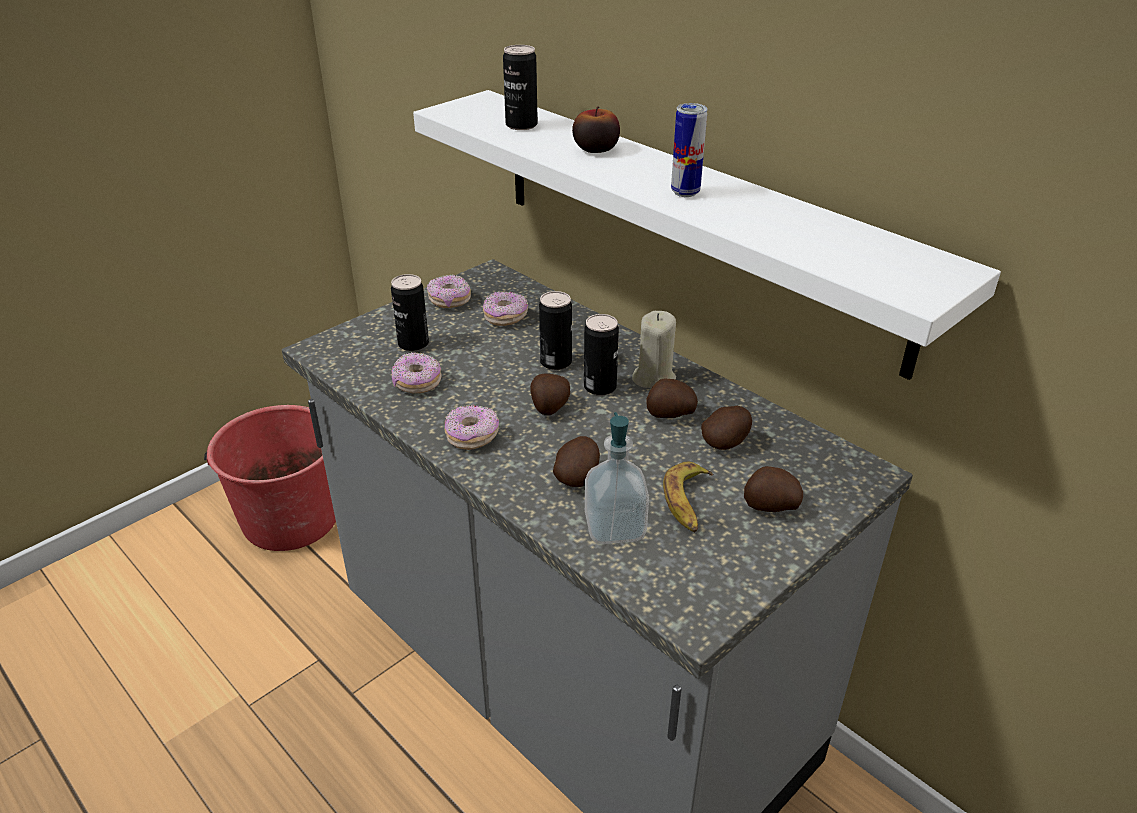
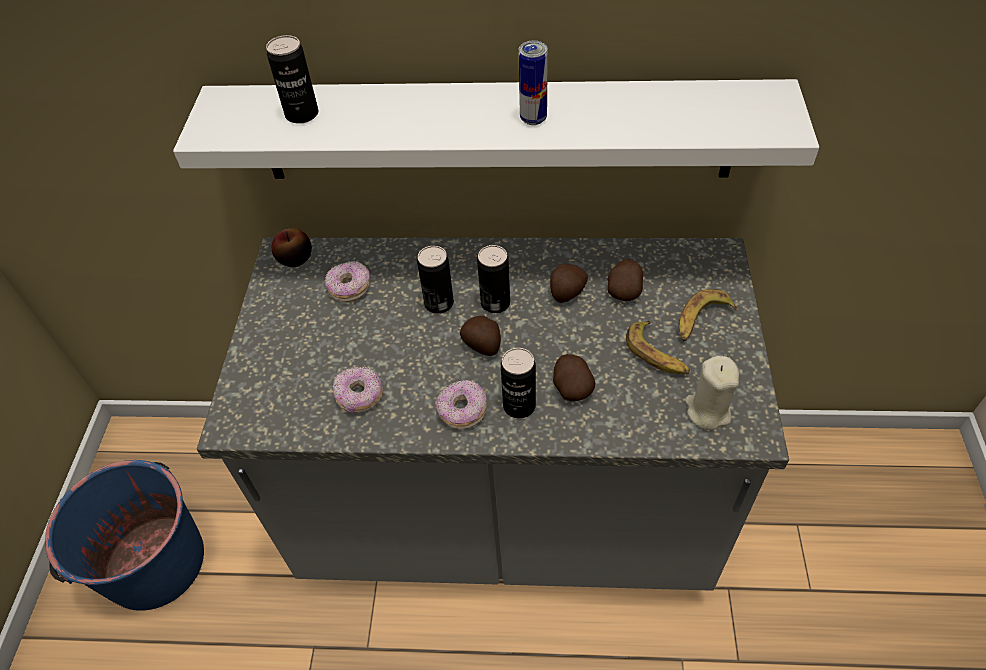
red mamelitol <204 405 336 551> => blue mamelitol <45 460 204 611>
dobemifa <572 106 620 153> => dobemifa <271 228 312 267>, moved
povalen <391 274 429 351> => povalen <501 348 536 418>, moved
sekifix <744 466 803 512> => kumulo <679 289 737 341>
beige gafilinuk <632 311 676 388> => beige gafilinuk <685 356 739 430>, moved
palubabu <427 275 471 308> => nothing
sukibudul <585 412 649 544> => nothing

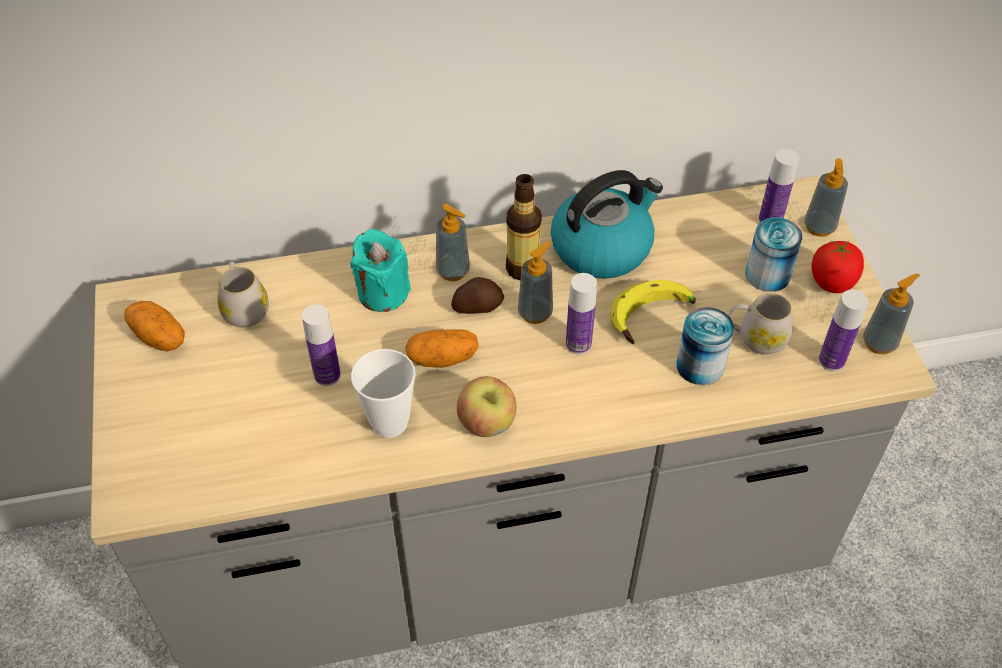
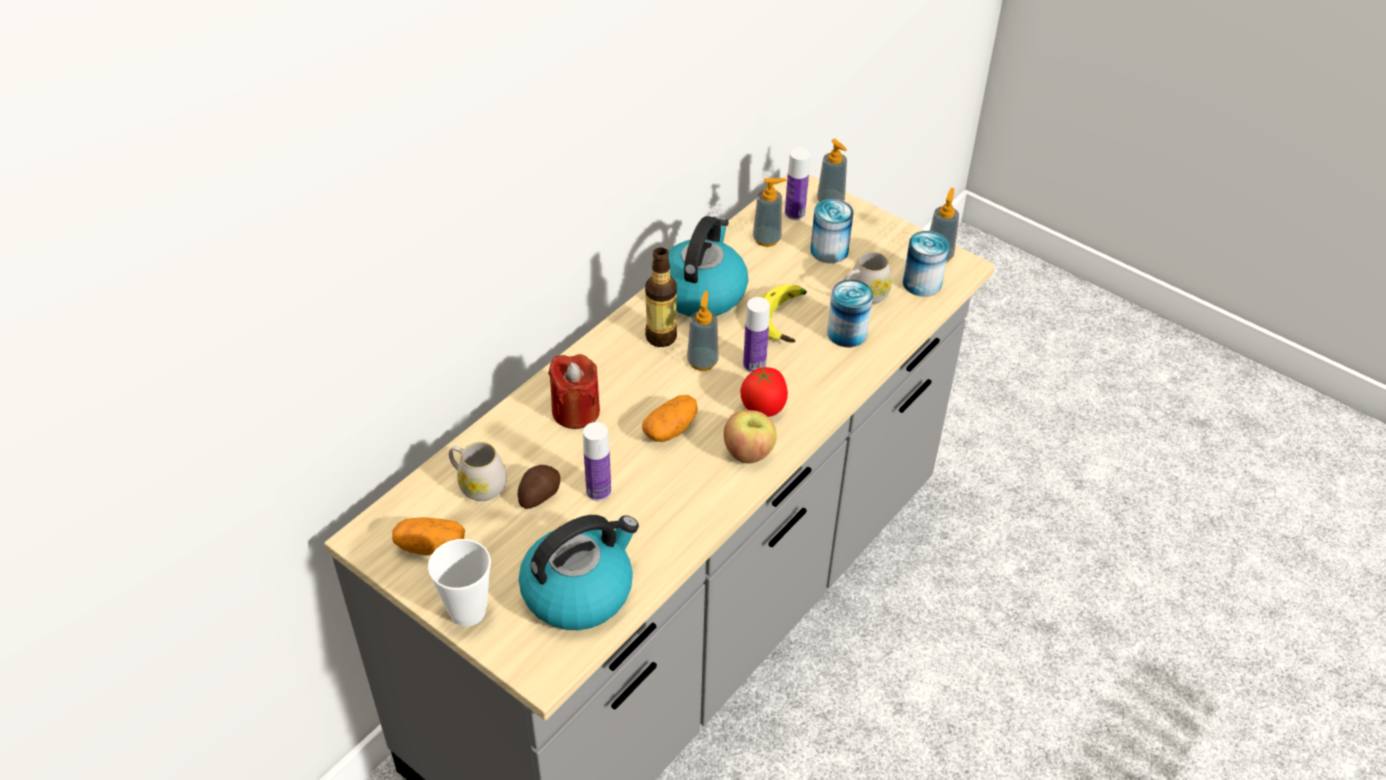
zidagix <351 349 416 438> => zidagix <428 539 491 627>, moved
sekifix <451 277 505 314> => sekifix <518 465 561 509>, moved
nothing => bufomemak <519 515 639 630>
turquoise gafilinuk <350 229 411 312> => red gafilinuk <548 354 600 429>
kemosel <811 240 864 293> => kemosel <740 367 788 417>, moved
sukibudul <436 204 470 281> => sukibudul <753 178 786 247>, moved
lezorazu <818 289 868 371> => povalen <903 231 949 297>

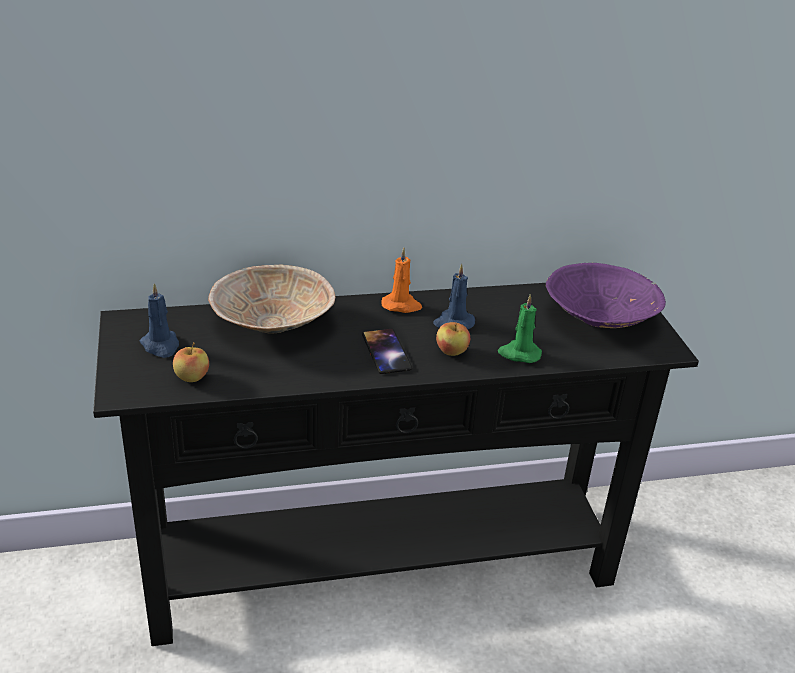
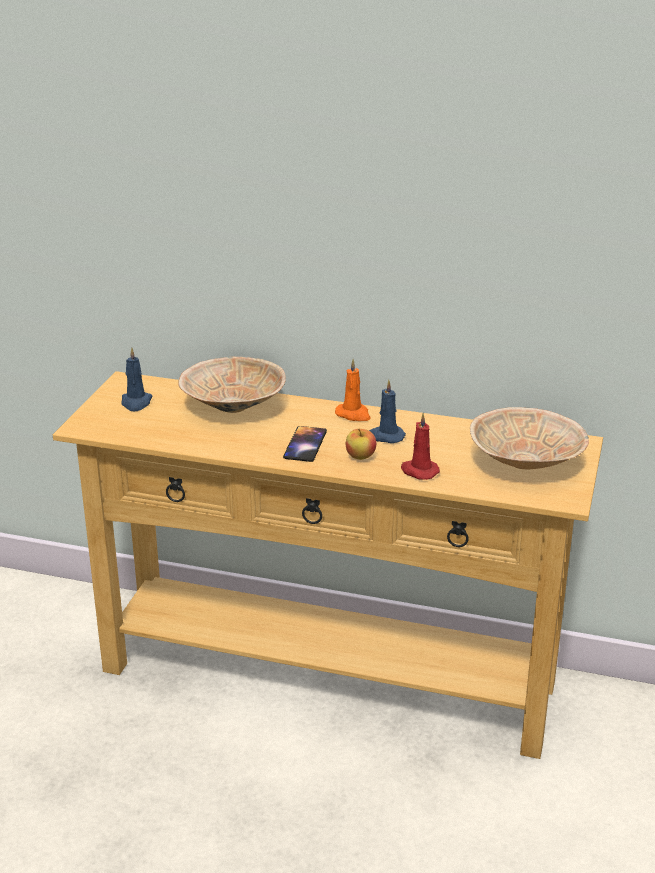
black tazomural <93 283 699 646> => beige tazomural <53 371 603 759>
green gafilinuk <498 294 542 363> => red gafilinuk <401 413 440 480>
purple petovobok <546 263 666 328> => beige petovobok <470 407 589 469>
dobemifa <173 342 209 382> => nothing

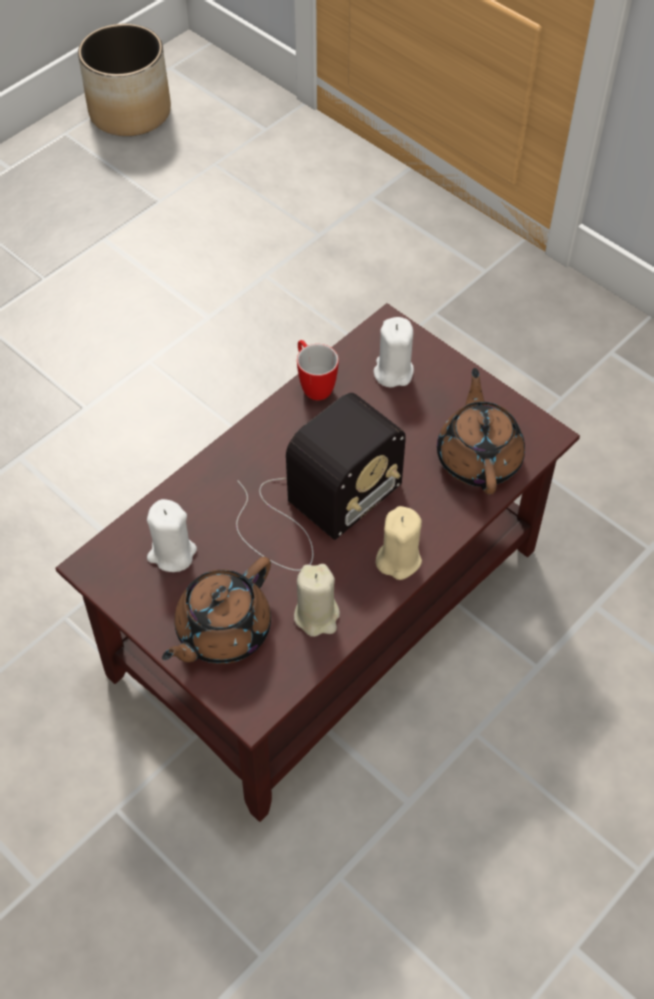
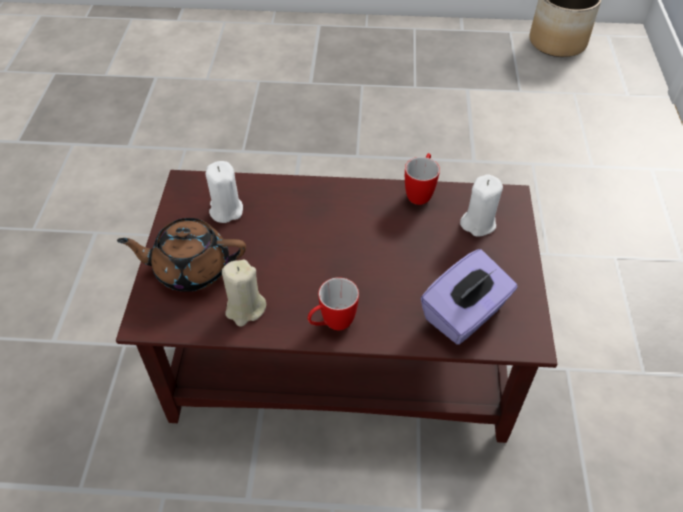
beige gafilinuk <376 506 422 580> => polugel <308 277 359 330>
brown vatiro <437 368 525 495> => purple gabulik <421 249 518 345>
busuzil <236 393 406 571> => nothing

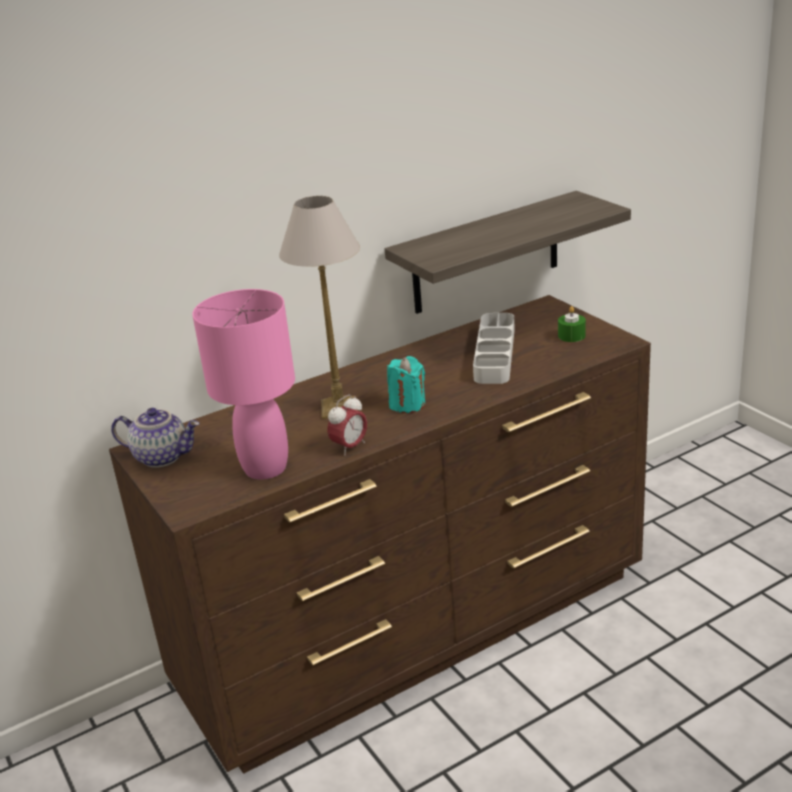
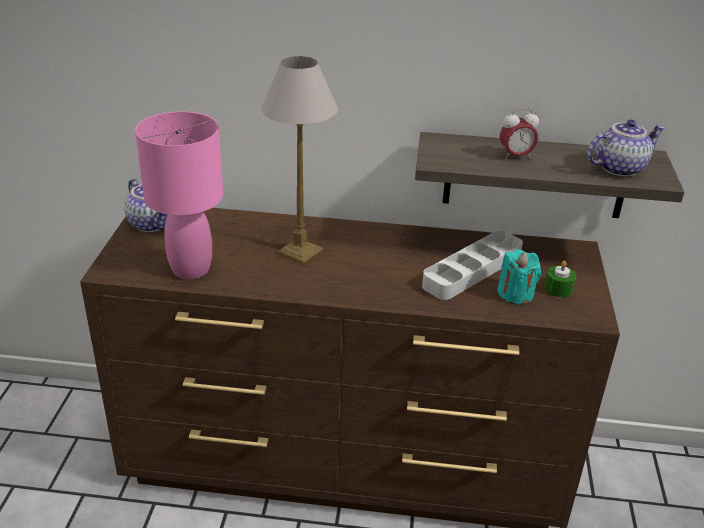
turquoise gafilinuk <387 356 425 413> => turquoise gafilinuk <497 249 541 305>, moved
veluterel <327 395 367 456> => veluterel <500 108 539 160>, moved
nothing => vatiro <587 120 665 177>

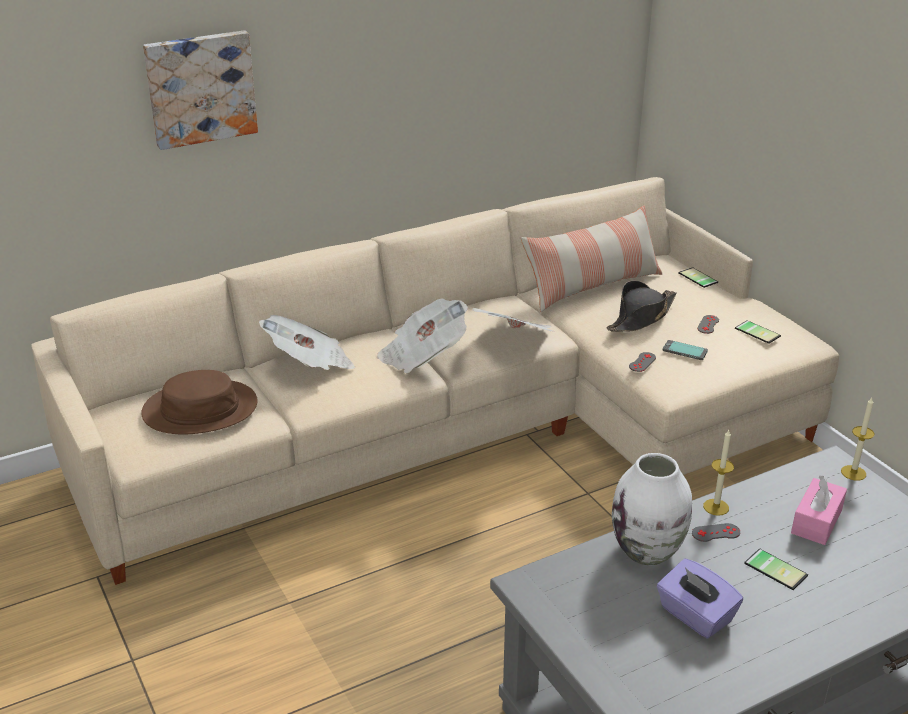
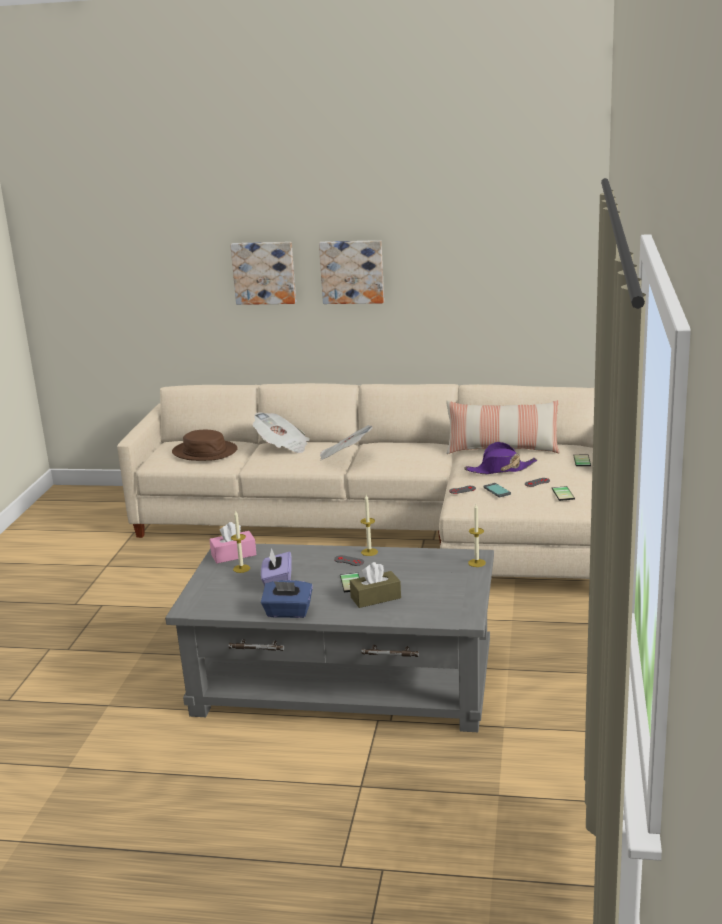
pink gabulik <791 475 847 545> => pink gabulik <210 522 256 564>, moved
nothing => gafilinuk <231 510 250 573>
nothing => blue gabulik <261 580 313 618>
nothing => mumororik <319 240 384 304>
nothing => brown gabulik <350 562 401 608>
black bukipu <607 280 676 332> => purple bukipu <464 442 538 474>
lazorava <472 308 555 332> => nothing
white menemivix <612 453 692 565> => nothing

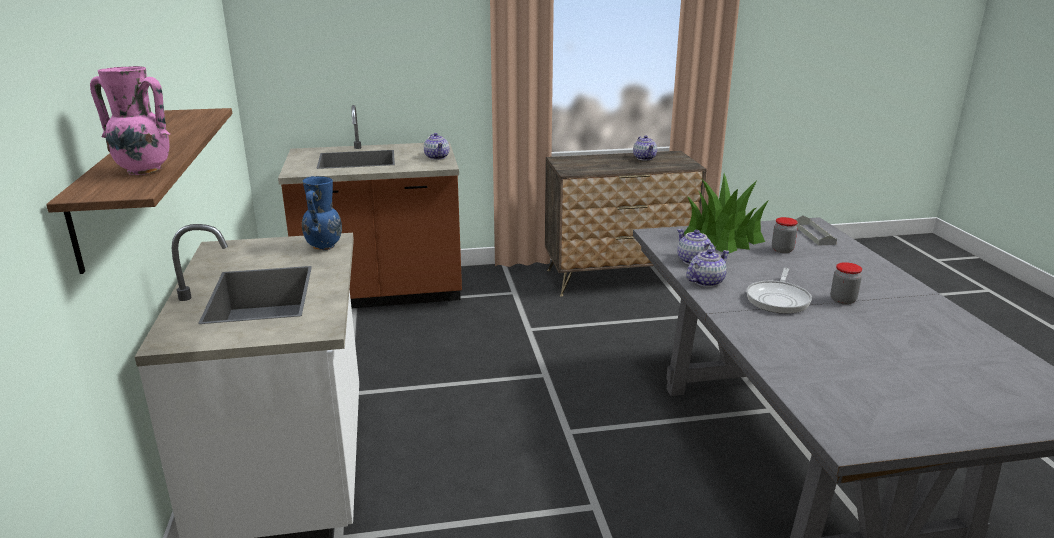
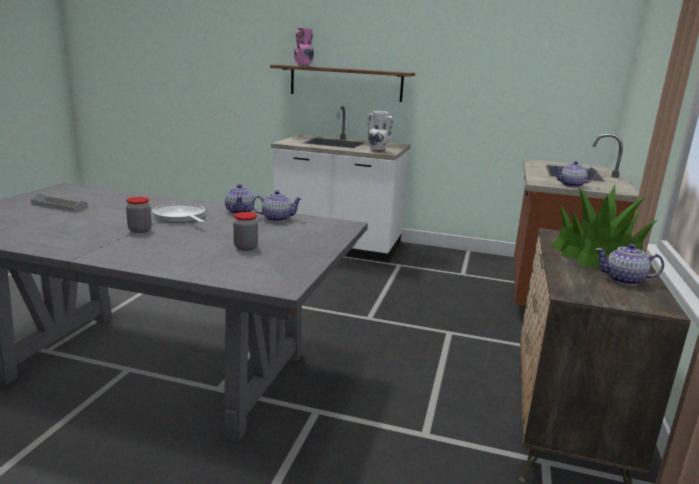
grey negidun <795 216 837 246> => grey negidun <31 193 88 212>, moved
blue menemivix <302 176 342 250> => white menemivix <367 111 393 152>
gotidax <684 174 769 254> => gotidax <551 185 657 268>, moved

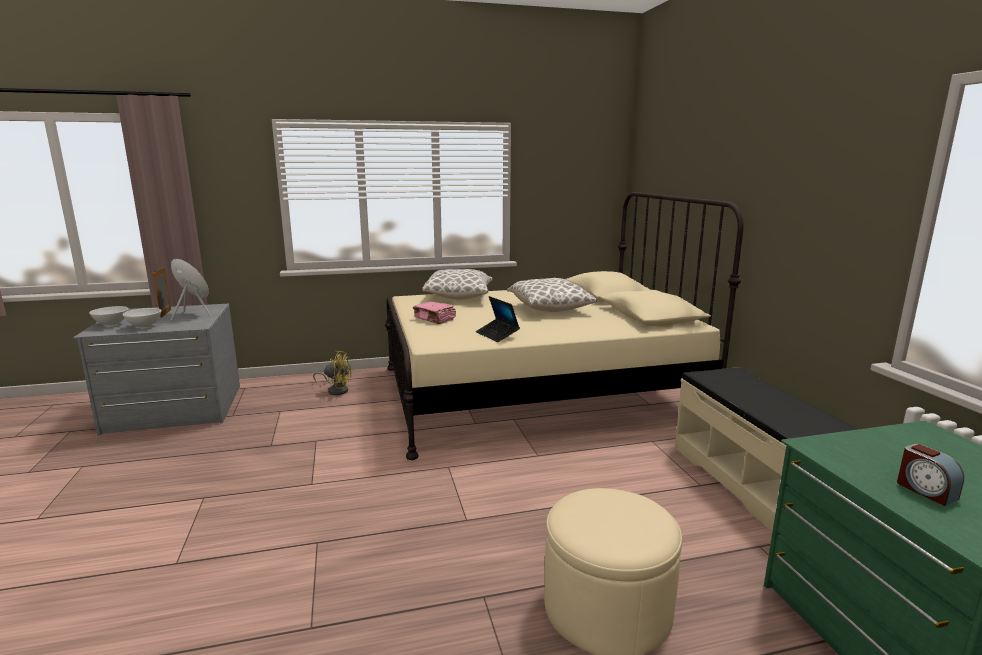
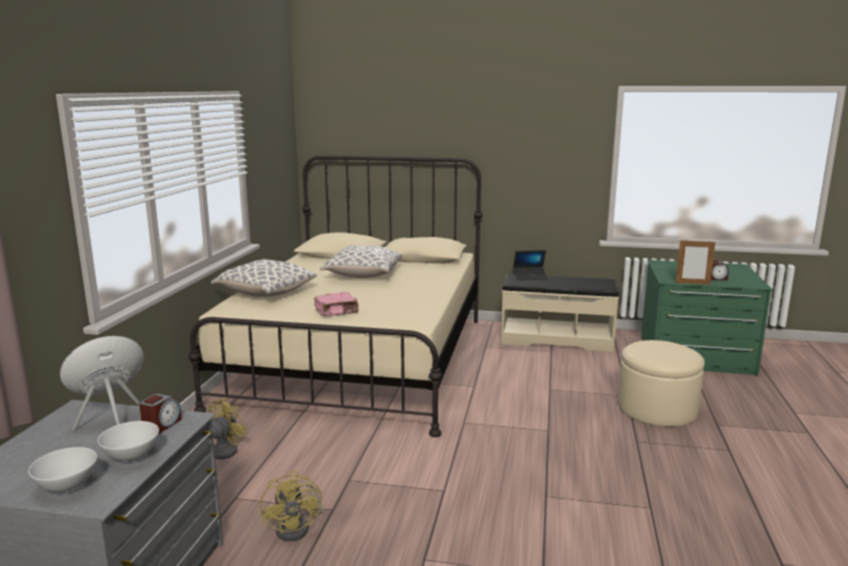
nothing => veluterel <139 394 182 434>
nothing => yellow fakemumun <260 470 324 541>
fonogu <476 296 520 342> => fonogu <513 250 548 280>, moved
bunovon <153 267 171 318> => bunovon <676 240 715 285>, moved

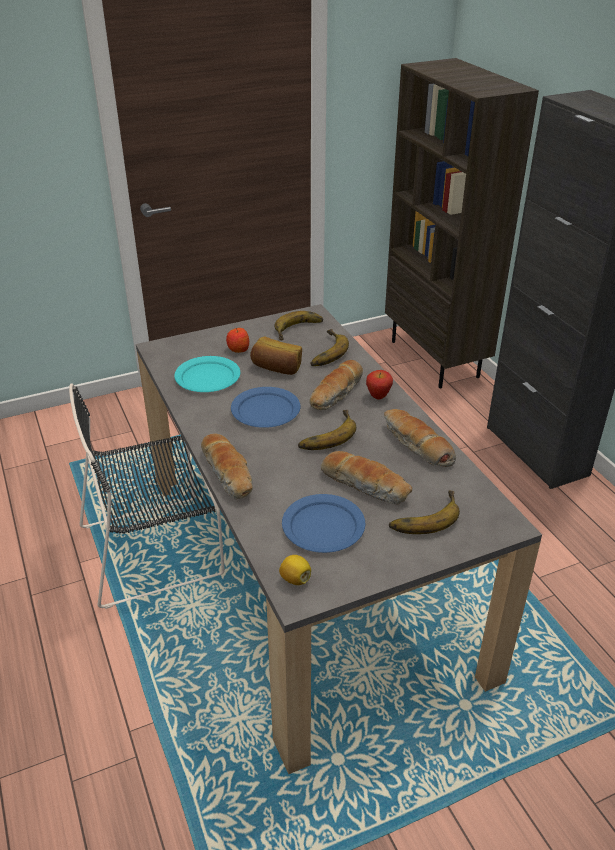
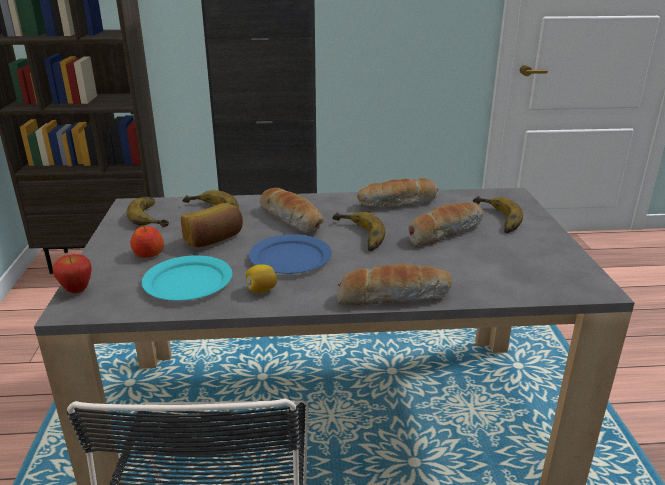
dobemifa <366 370 393 400> => dobemifa <52 254 92 293>, moved
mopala <279 555 311 585> => mopala <246 264 277 293>, moved
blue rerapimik <282 494 365 553> => nothing

